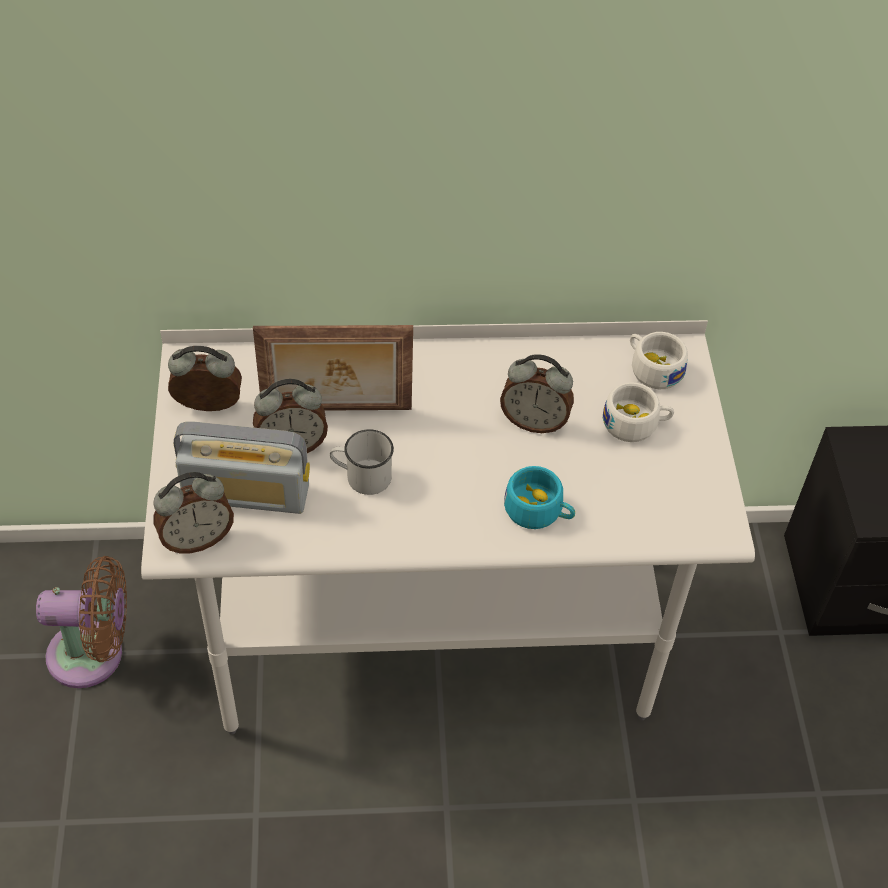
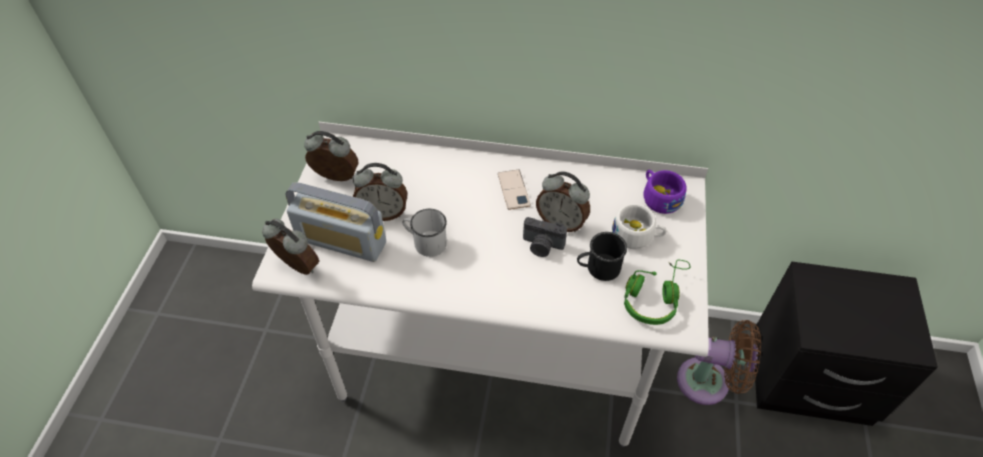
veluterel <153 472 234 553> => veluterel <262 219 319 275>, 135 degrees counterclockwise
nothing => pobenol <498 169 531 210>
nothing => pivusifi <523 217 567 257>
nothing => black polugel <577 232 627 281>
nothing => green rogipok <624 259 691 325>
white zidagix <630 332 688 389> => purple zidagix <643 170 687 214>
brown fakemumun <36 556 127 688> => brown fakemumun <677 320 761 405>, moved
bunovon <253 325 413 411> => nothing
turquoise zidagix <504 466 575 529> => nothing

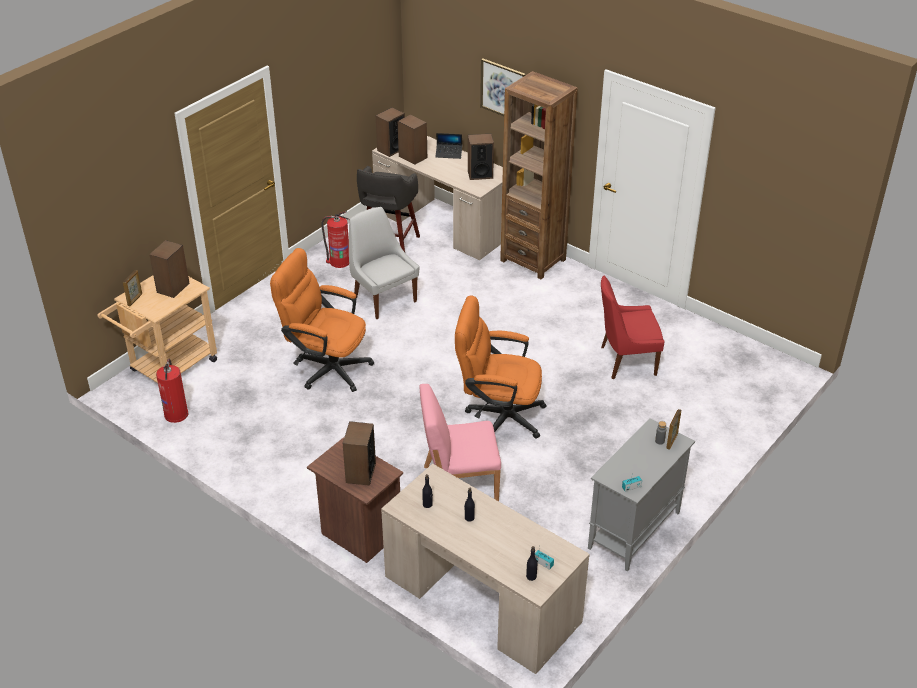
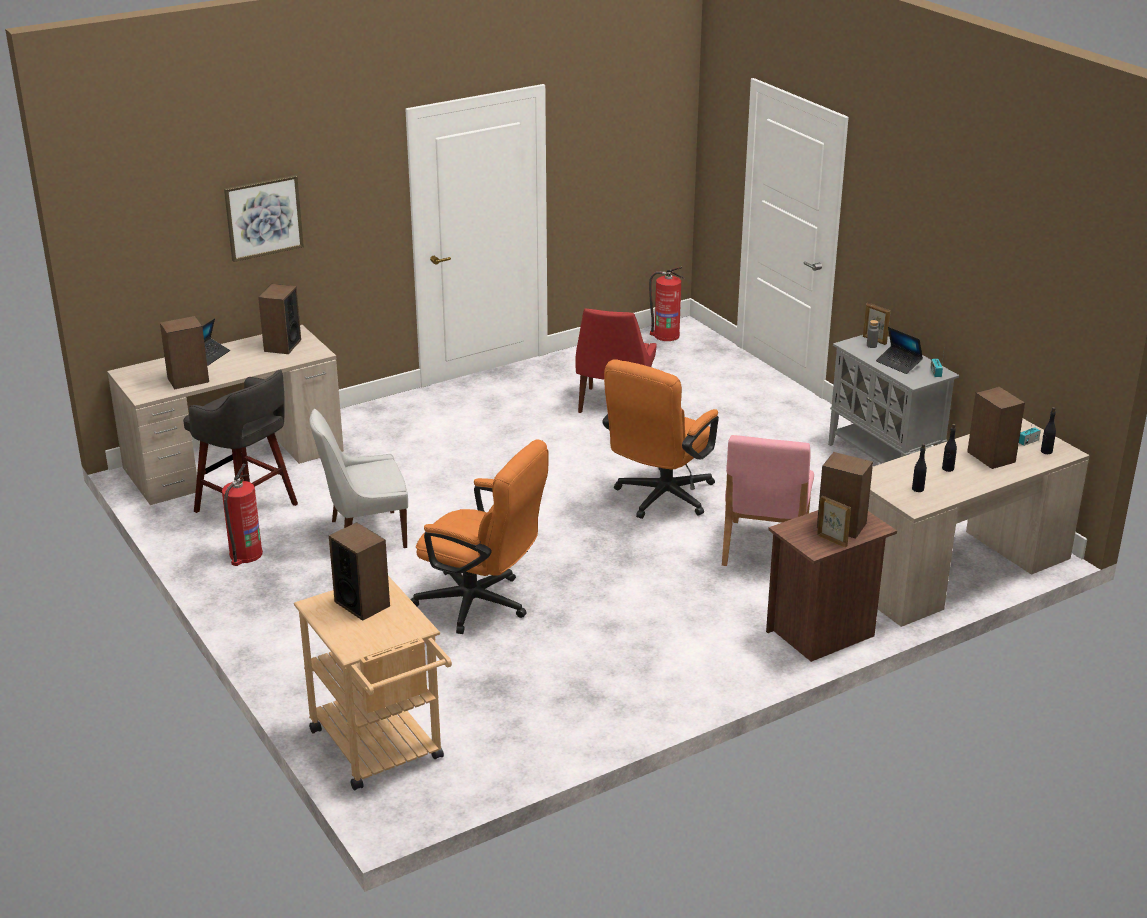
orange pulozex <270 248 374 392> => orange pulozex <411 440 549 634>, 105 degrees counterclockwise
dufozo <156 359 188 423> => dufozo <649 267 685 341>, moved
bunovon <123 270 142 306> => bunovon <817 496 851 548>, moved
nothing => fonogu <876 327 923 374>
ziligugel <376 107 405 157> => ziligugel <967 387 1025 469>, moved
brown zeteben <500 71 578 279> => nothing

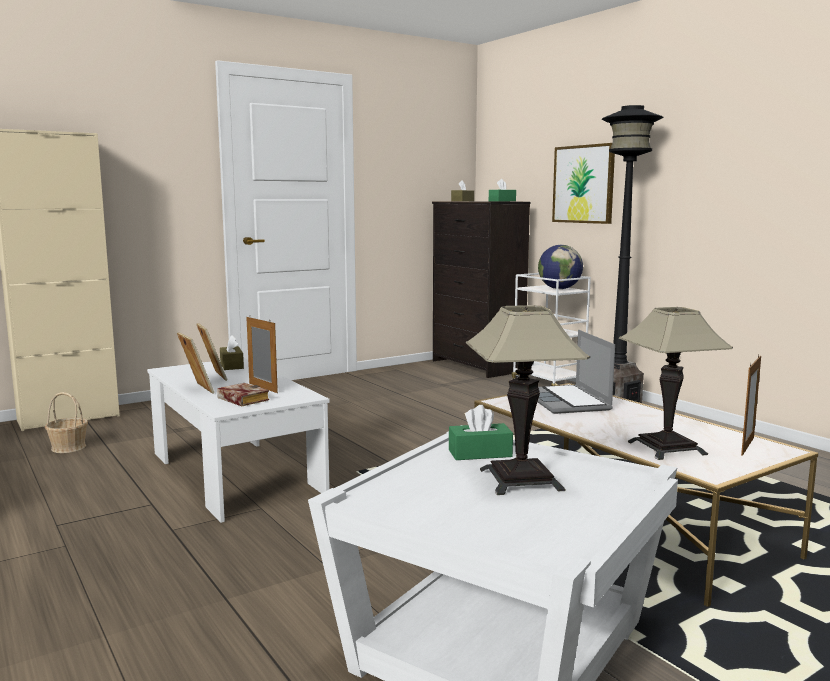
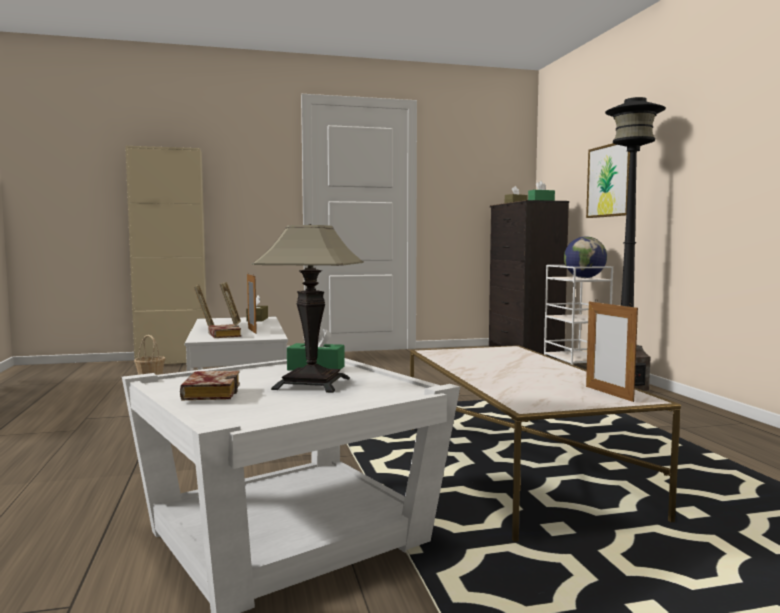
nothing => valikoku <180 371 240 400>
bunovon <741 355 761 456> => bunovon <586 299 638 402>, 105 degrees clockwise
fonogu <538 330 615 414> => nothing
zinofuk <619 307 733 460> => nothing

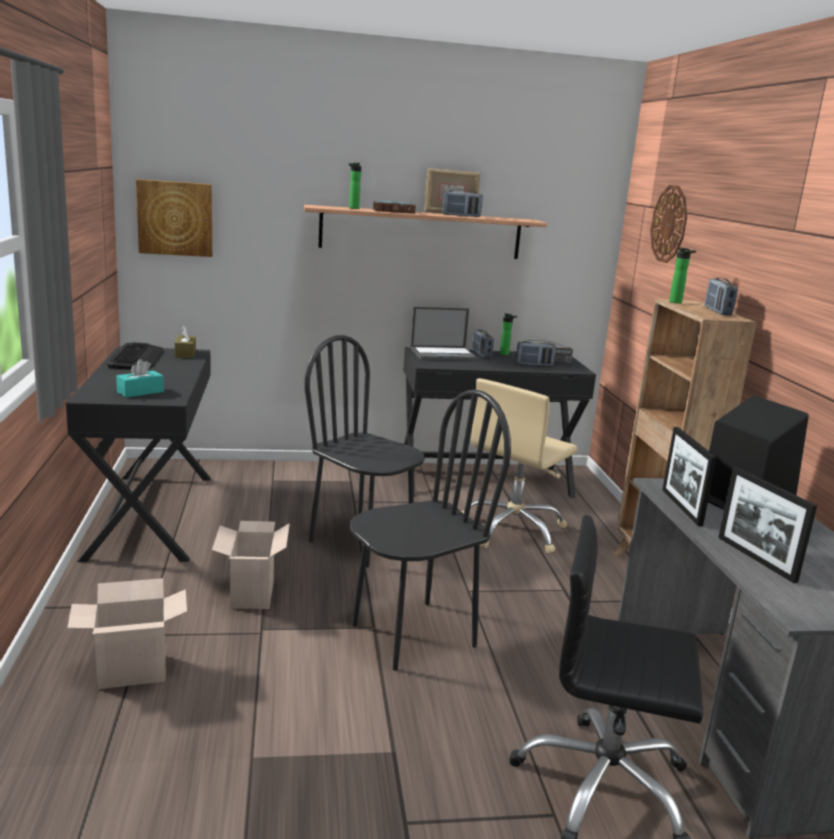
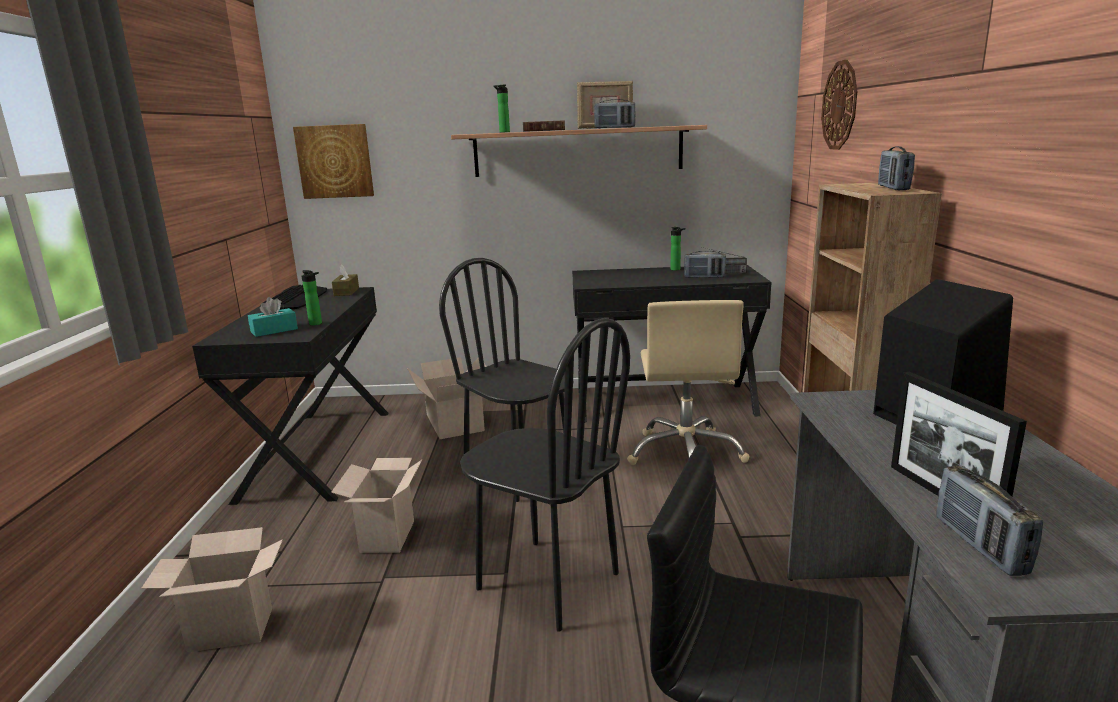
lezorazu <669 247 697 304> => lezorazu <302 270 322 326>, moved
nothing => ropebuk <407 357 487 439>
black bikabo <350 389 511 671> => black bikabo <460 318 630 632>, 60 degrees clockwise
beige pulozex <461 378 578 553> => beige pulozex <627 300 749 465>, 45 degrees counterclockwise
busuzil <472 329 494 358> => busuzil <936 466 1043 576>, moved
fonogu <411 307 478 361> => nothing
bunovon <662 427 717 526> => nothing

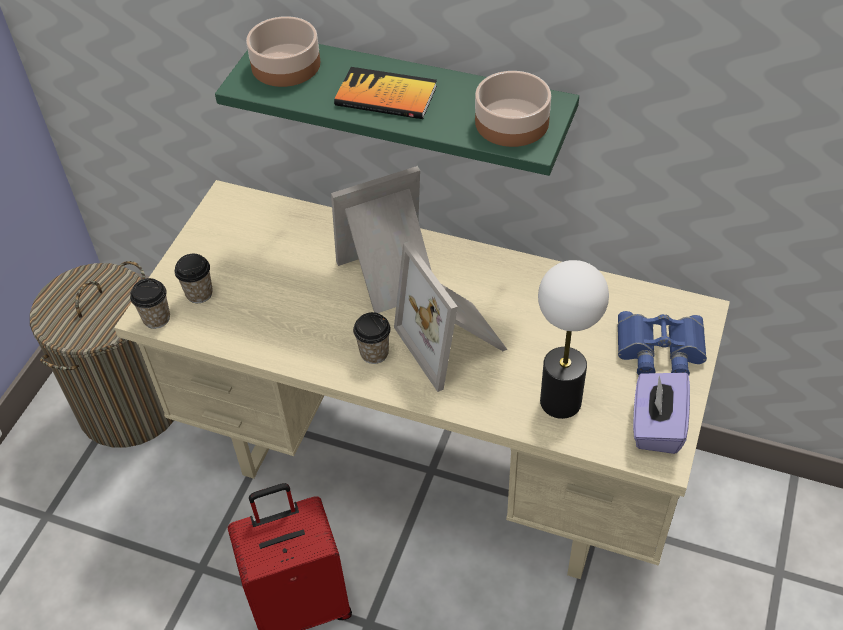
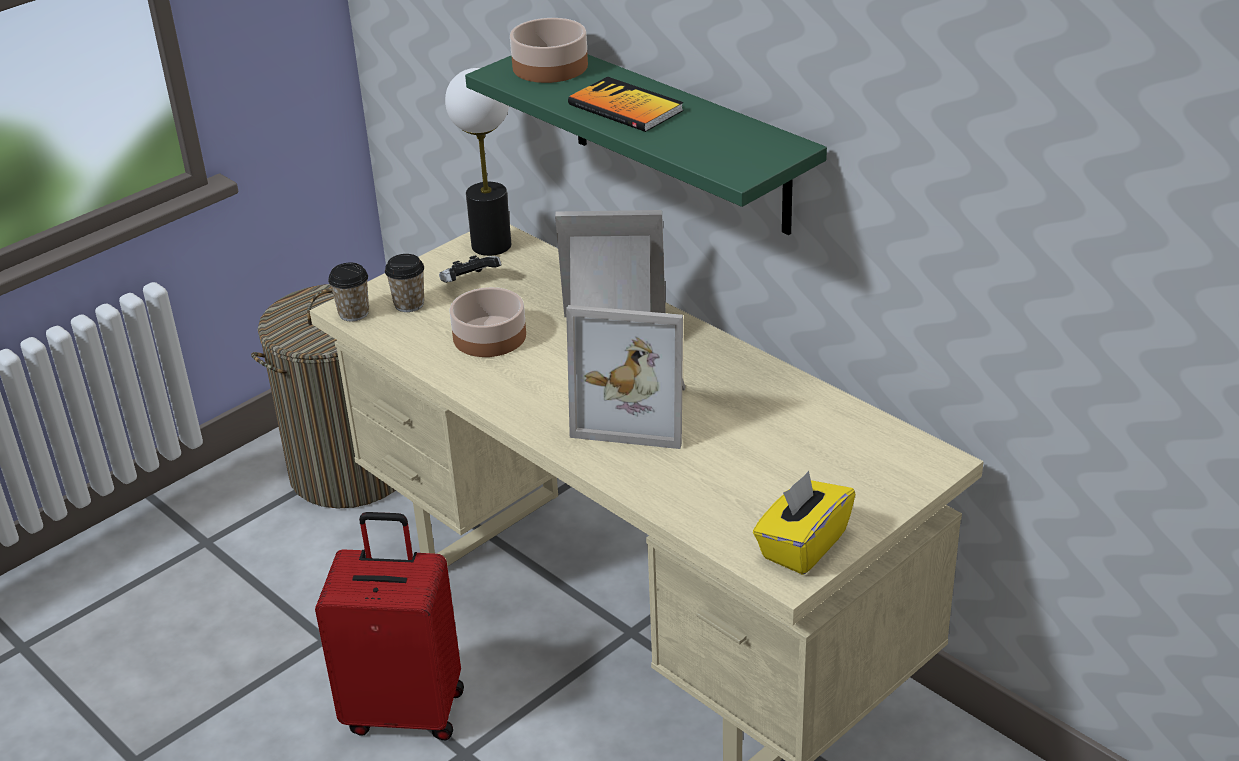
nothing => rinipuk <439 255 501 283>
zinofuk <538 260 609 419> => zinofuk <445 68 511 256>, moved
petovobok <475 71 551 147> => petovobok <449 287 526 357>, moved
bunovon <394 241 508 392> => bunovon <566 305 686 449>, 75 degrees counterclockwise
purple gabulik <633 373 690 454> => yellow gabulik <753 471 856 575>
zidagix <353 312 391 364> => nothing
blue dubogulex <618 311 707 375> => nothing

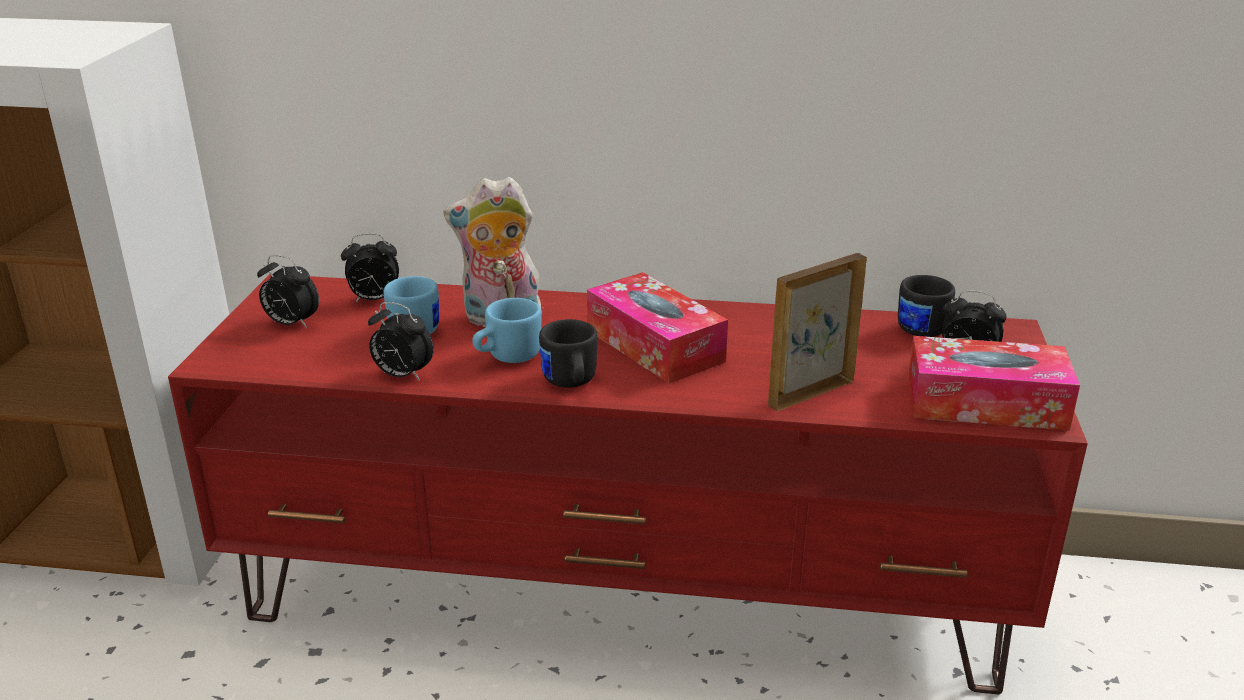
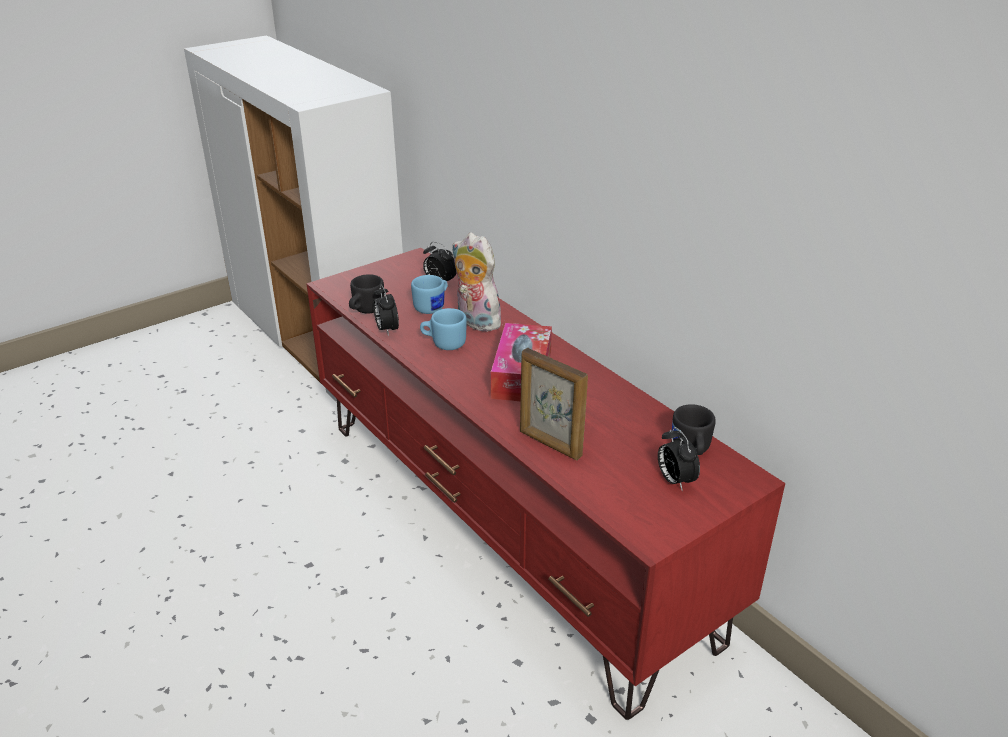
black polugel <539 319 598 388> => black polugel <349 274 384 314>, moved
bunovon <768 253 867 411> => bunovon <520 348 588 460>, 150 degrees counterclockwise
veluterel <257 255 319 328> => nothing
gabulik <907 336 1080 431> => nothing

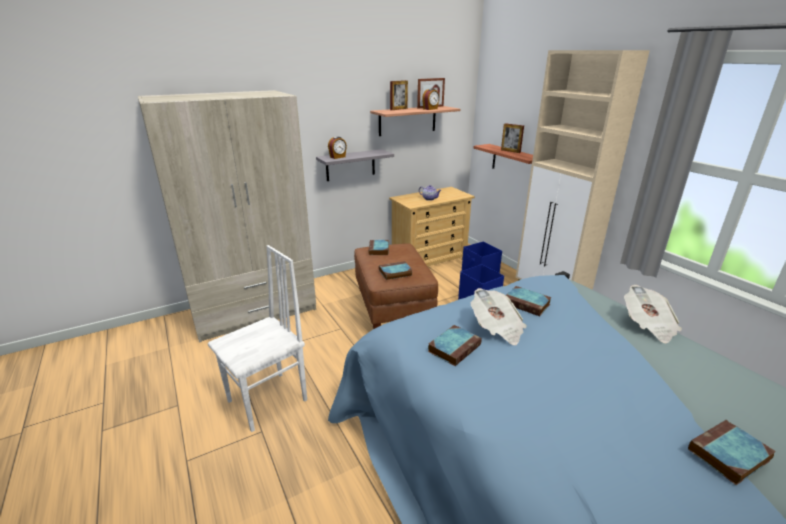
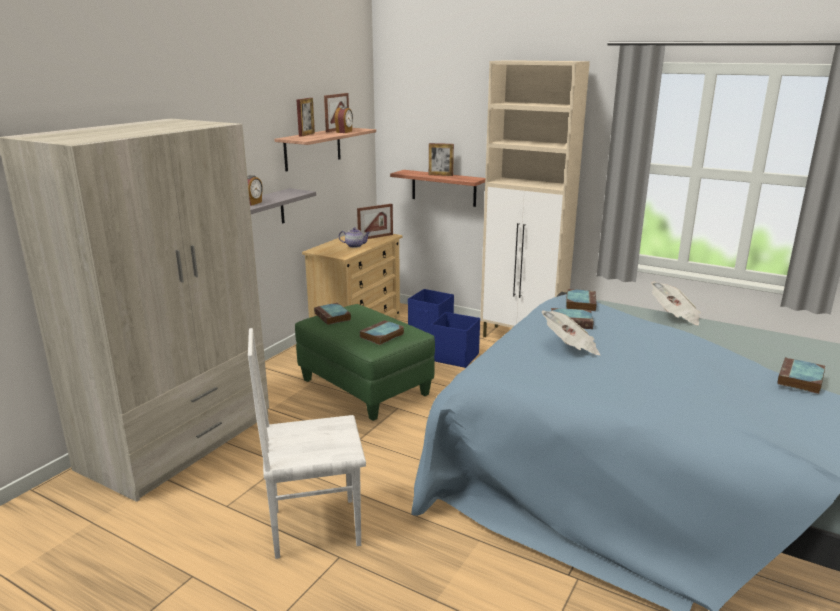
white bikabo <208 245 307 432> => white bikabo <248 328 366 559>, 120 degrees counterclockwise
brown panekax <354 243 438 329> => green panekax <295 304 435 421>
nothing => bunovon <357 204 393 239>
valikoku <428 325 482 366> => valikoku <566 289 597 311>, moved

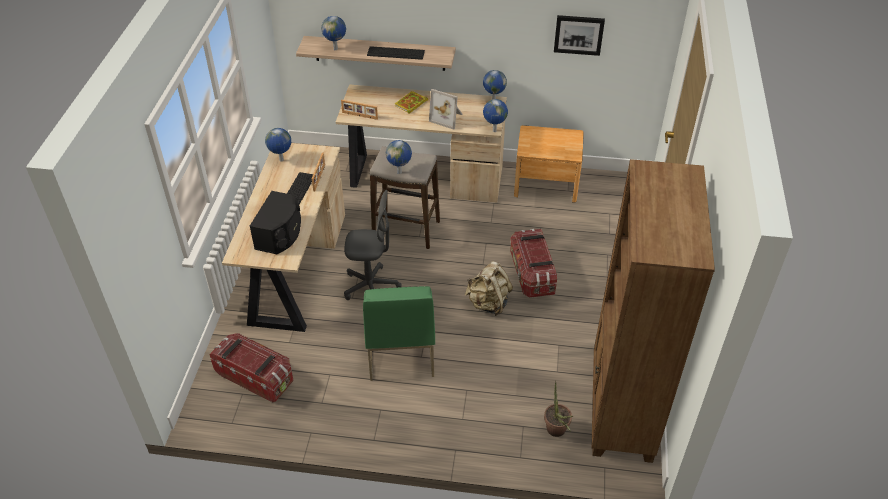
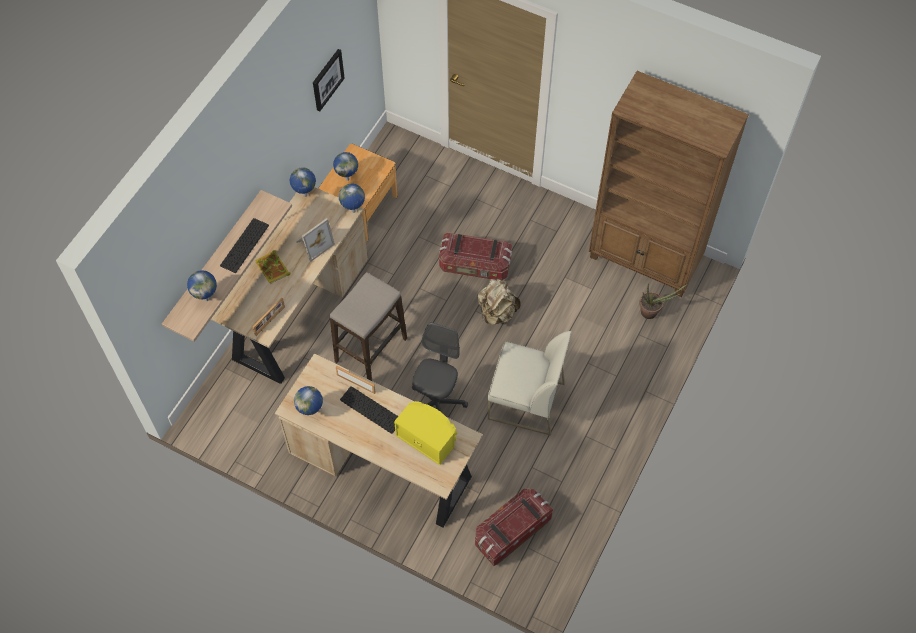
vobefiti <386 140 412 174> => vobefiti <333 152 358 181>, moved
black ziligugel <250 191 301 254> => yellow ziligugel <394 401 457 465>
green bikabo <363 286 435 381> => white bikabo <488 331 572 436>

